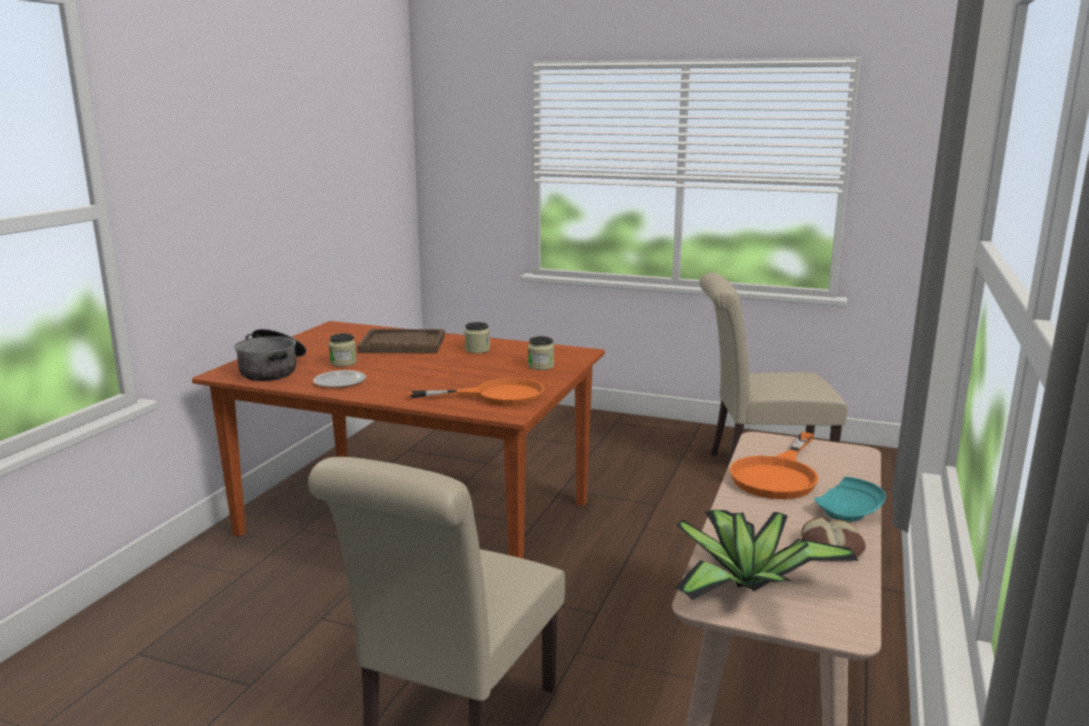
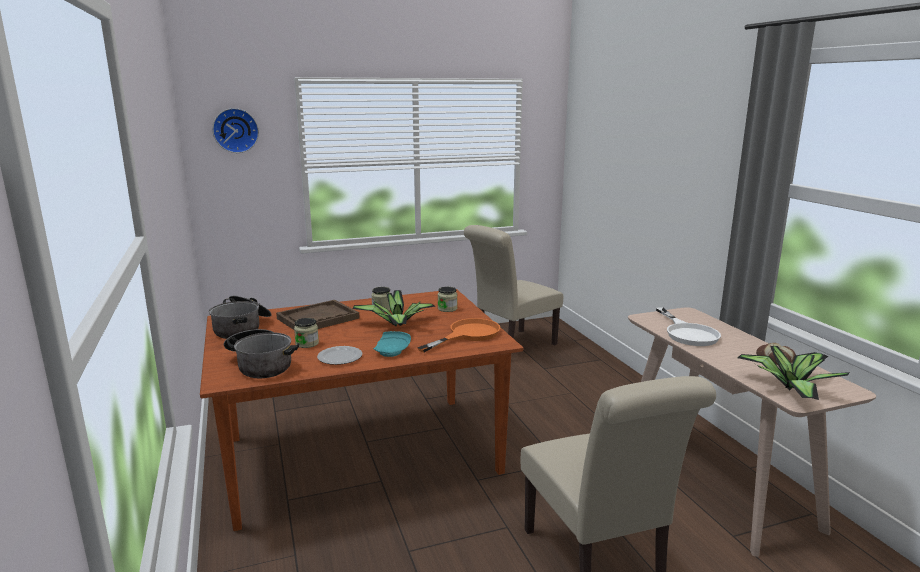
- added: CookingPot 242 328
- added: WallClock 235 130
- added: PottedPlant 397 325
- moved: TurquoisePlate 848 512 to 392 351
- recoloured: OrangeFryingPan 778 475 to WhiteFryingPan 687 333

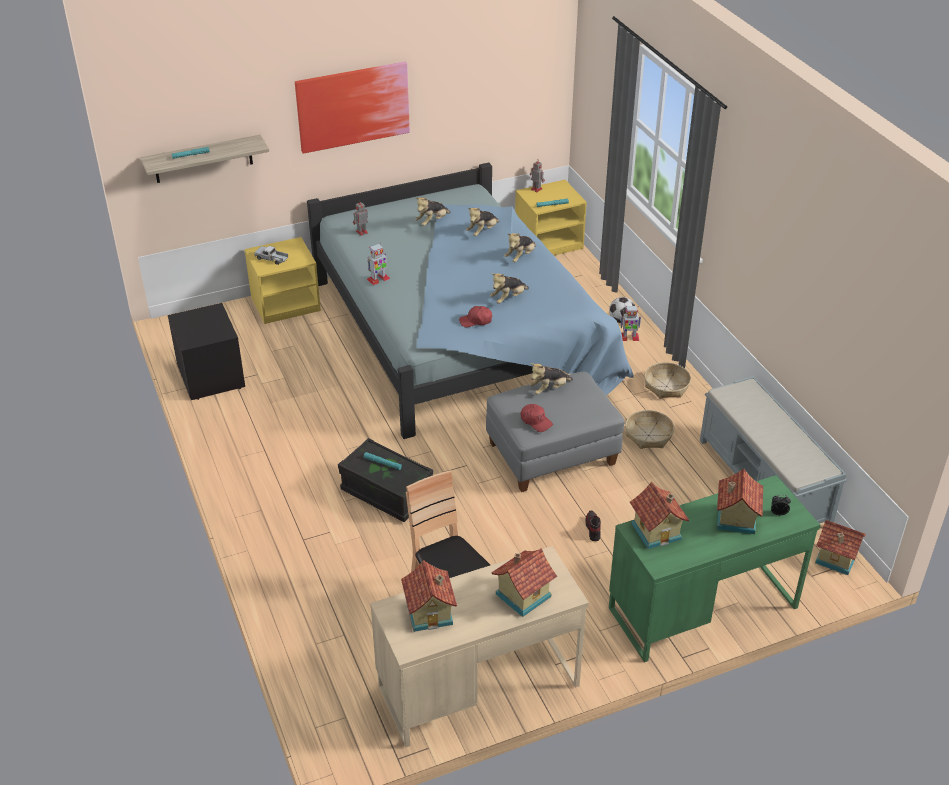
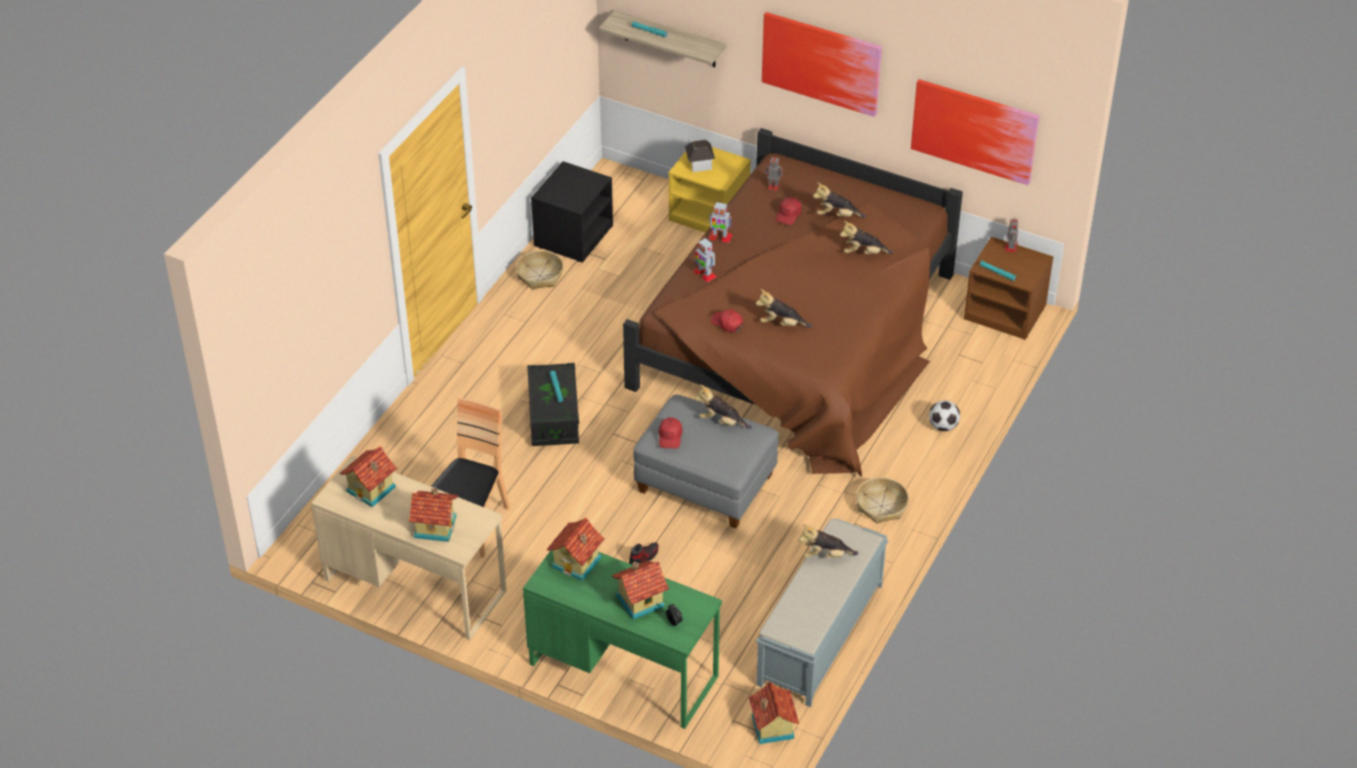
- moved: Basket 648 435 to 540 276
- recoloured: BlueBed 462 333 to BrownBed 799 339
- replaced: ToyTruck 272 259 to ToyHouse 699 164
- moved: ToyRobot 629 337 to 704 274
- added: RedCap 788 215
- moved: PlushToy 520 257 to 825 555
- added: Picture 974 130
- recoloured: YellowNightstand 549 242 to BrownNightstand 1005 312

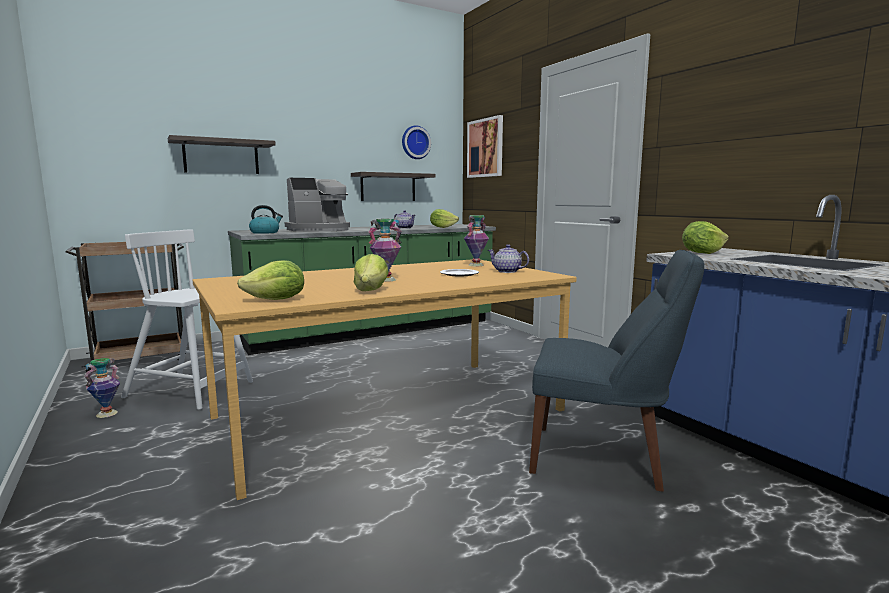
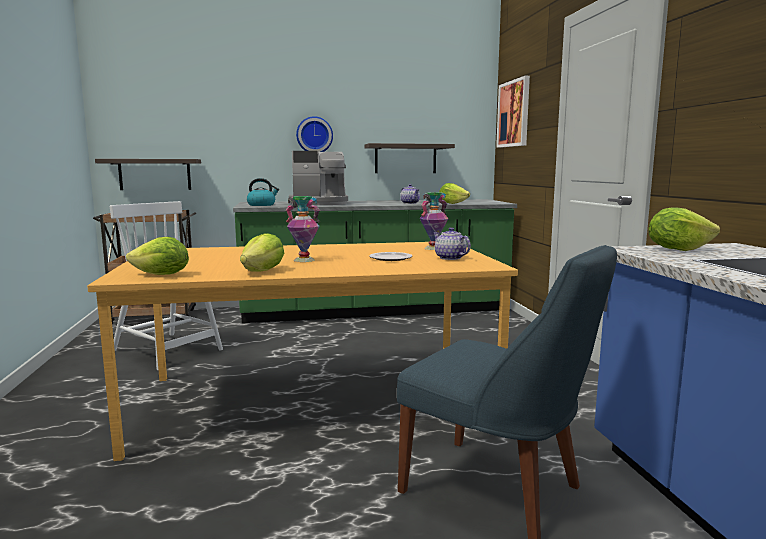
- moved: Shelf 221 157 to 155 174
- moved: WallClock 415 142 to 314 135
- removed: Vase 107 414

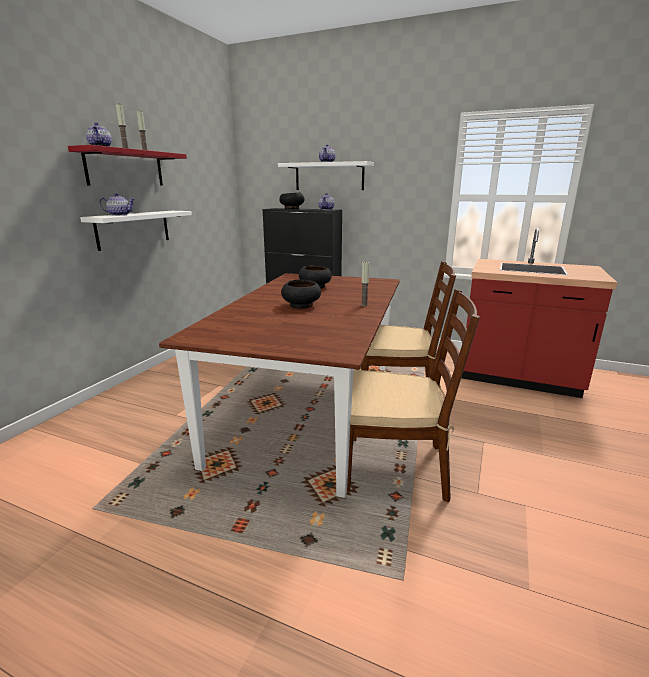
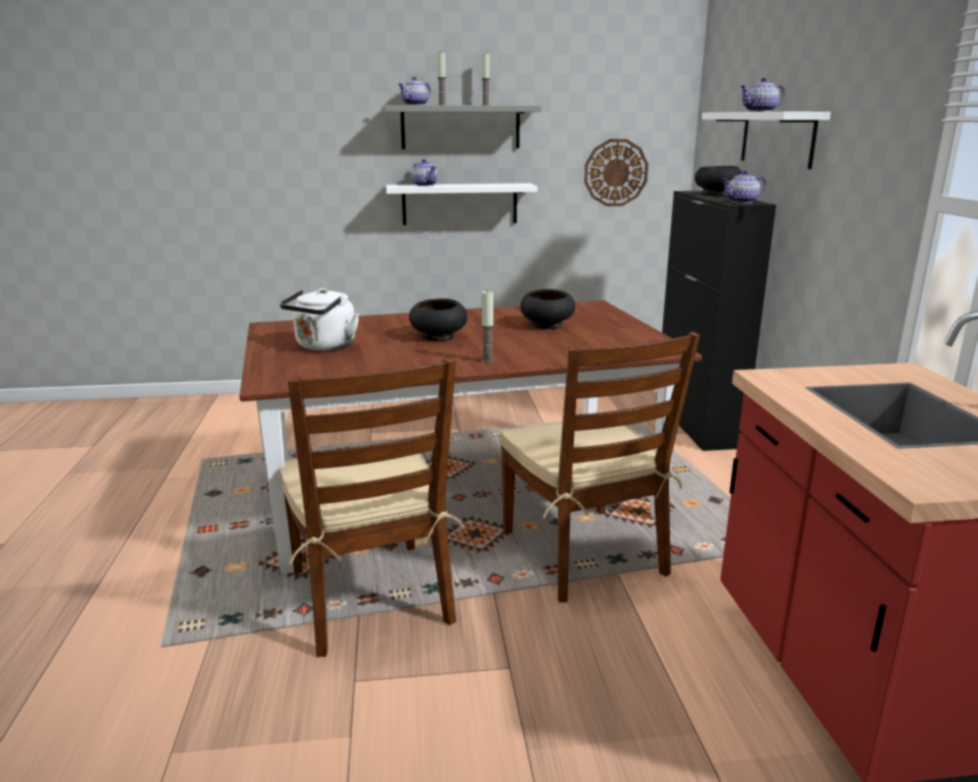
- added: WhiteKettle 324 346
- recoloured: RedShelf 125 168 to GreyShelf 460 127
- added: WallClock 615 172

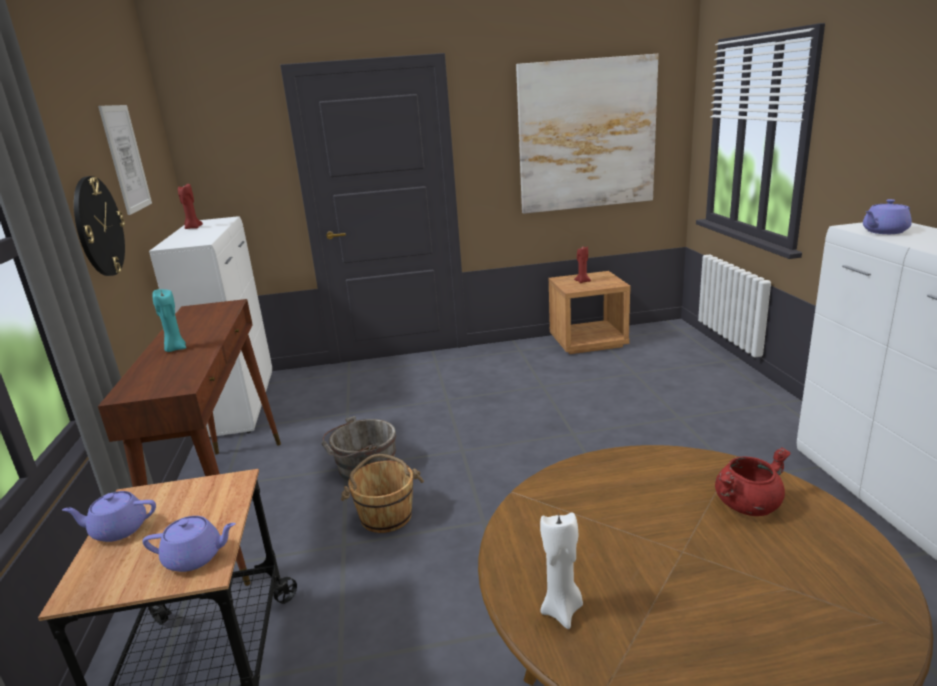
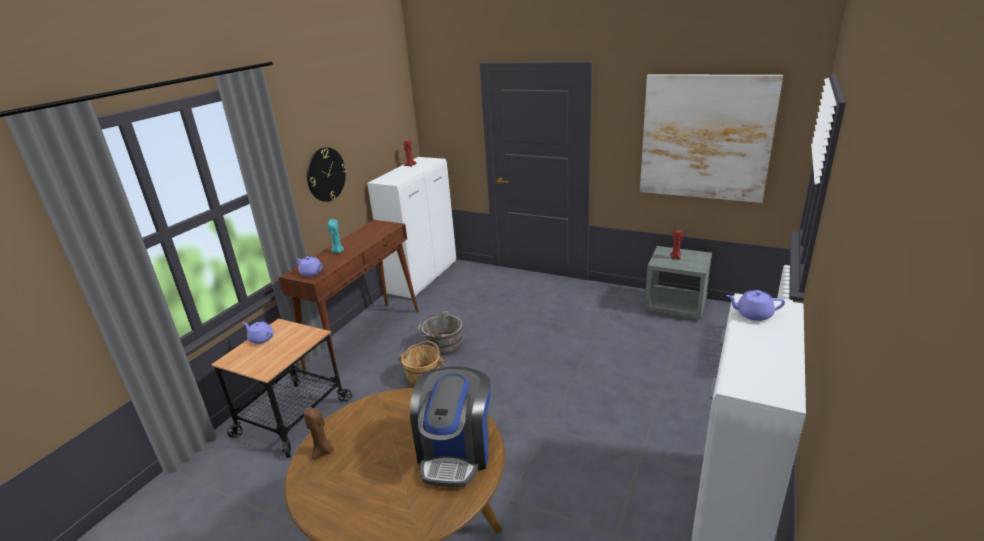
- moved: PurpleTeapot 195 557 to 312 273
- recoloured: WhiteCandle 562 610 to BrownCandle 323 452
- replaced: RedCookingPot 747 504 to CoffeeMachine 455 452
- recoloured: BrownNightstand 588 341 to GreyNightstand 675 306
- removed: Picture 126 158

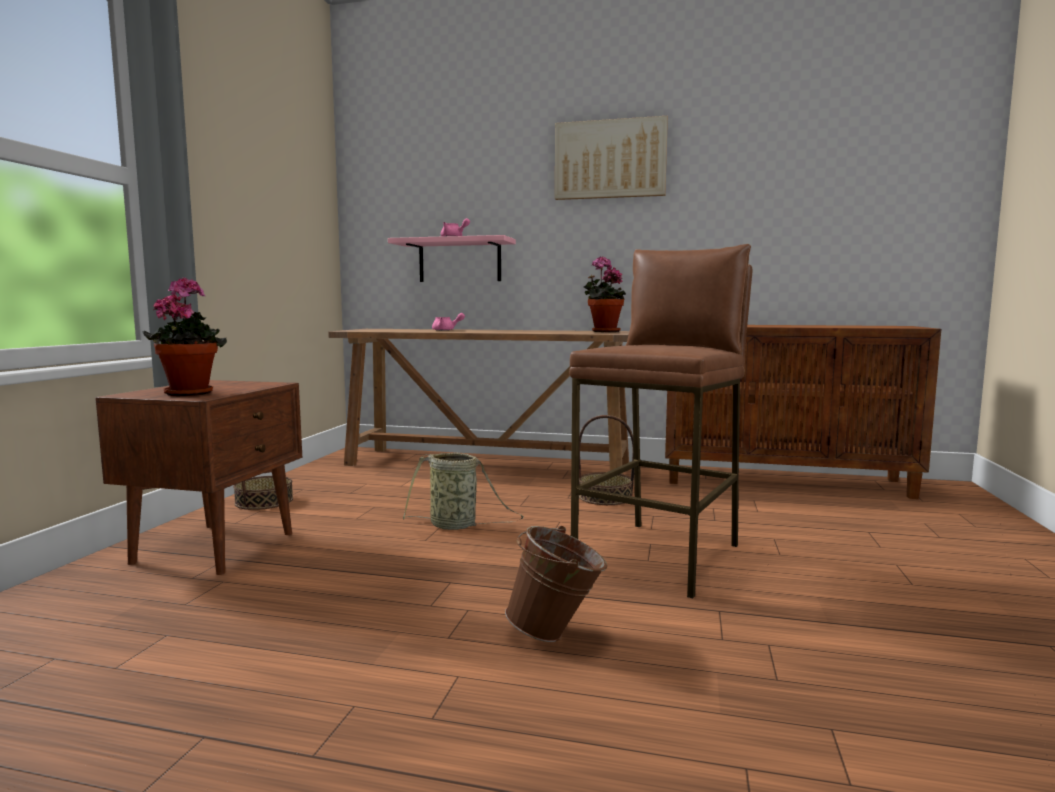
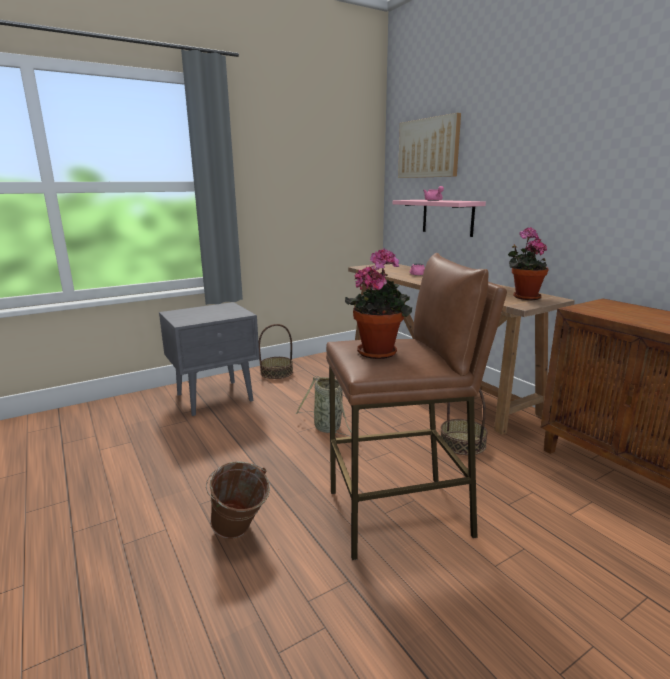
- recoloured: BrownNightstand 217 547 to GreyNightstand 216 397
- moved: PottedPlant 190 393 to 379 351
- moved: Picture 610 159 to 428 148

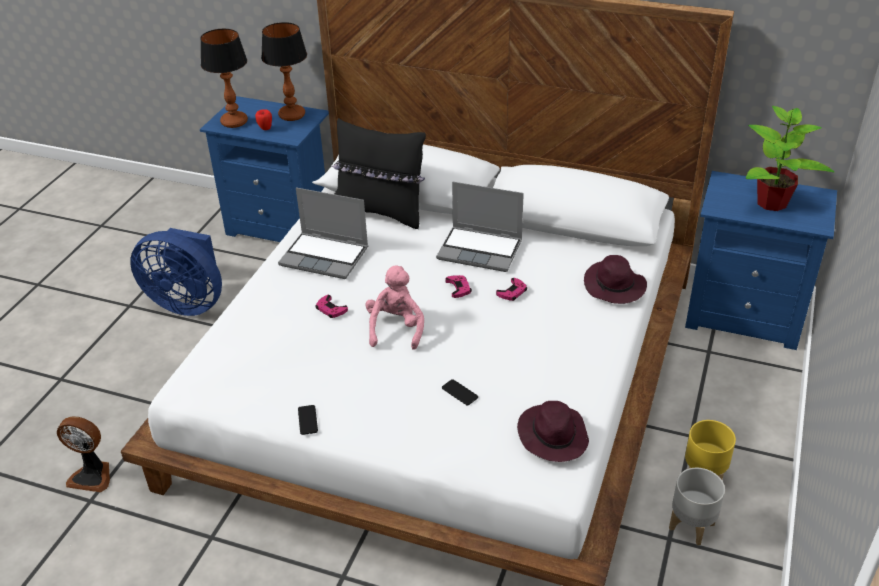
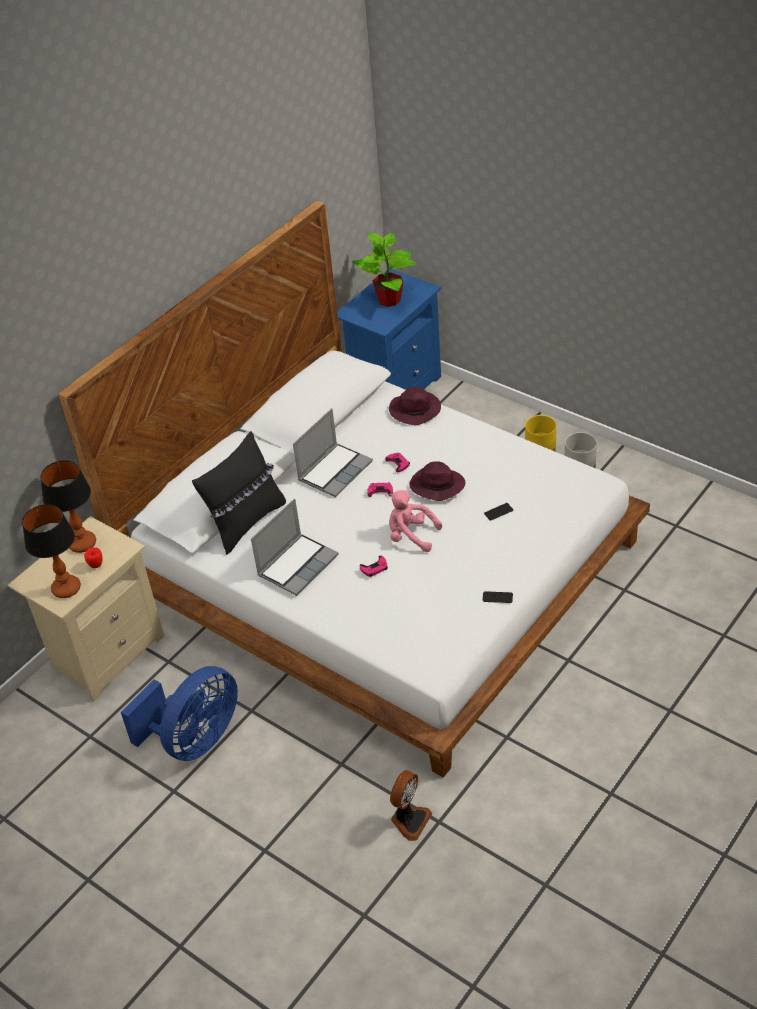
- recoloured: BlueNightstand 282 225 to BeigeNightstand 106 653
- moved: PurpleHat 552 435 to 436 486

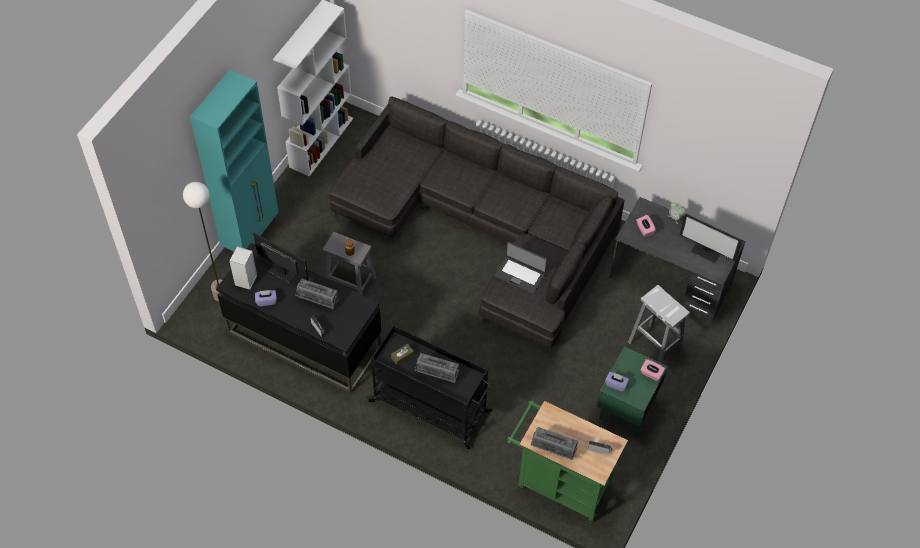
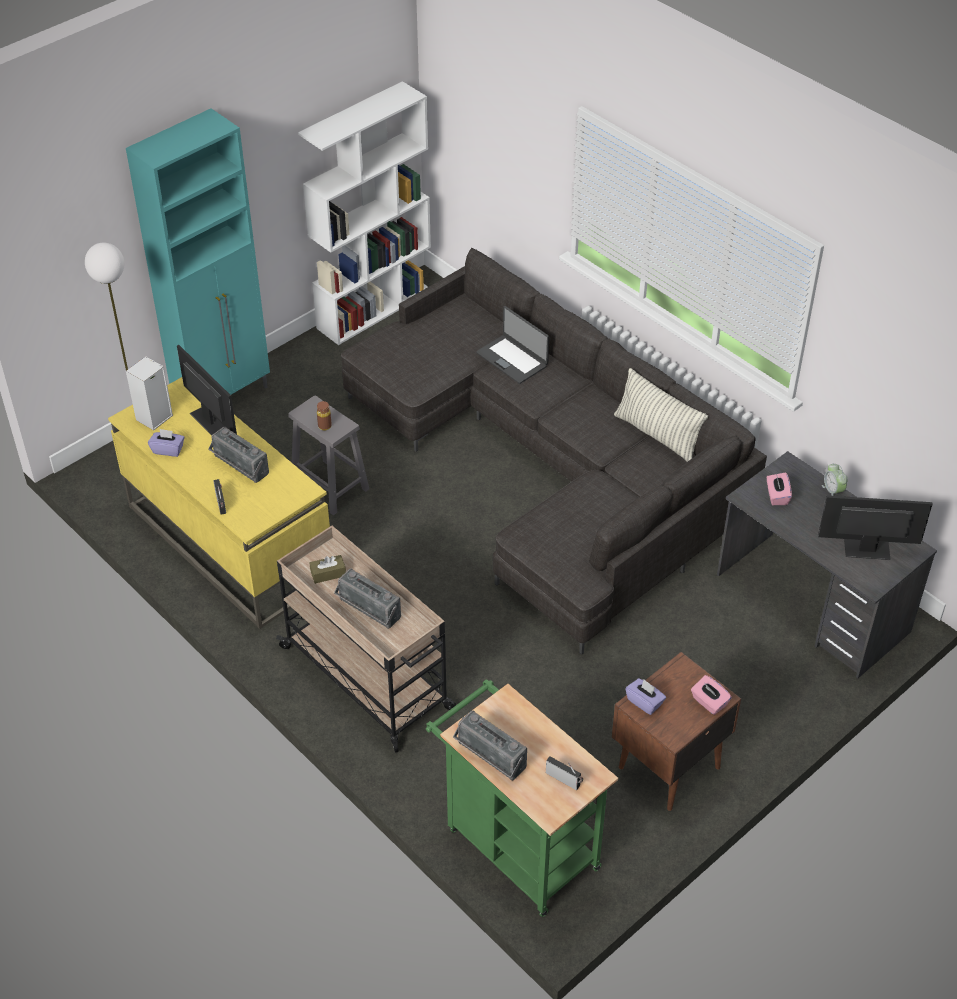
- recoloured: BlackDesk 304 340 to YellowDesk 229 542
- recoloured: BlackCart 431 407 to BeigeCart 368 679
- moved: Laptop 520 274 to 512 359
- recoloured: GreenNightstand 626 411 to BrownNightstand 667 767
- added: Pillow 657 435
- turned: Monitor 706 251 = 866 549 135 degrees clockwise
- removed: WhiteStool 653 346

